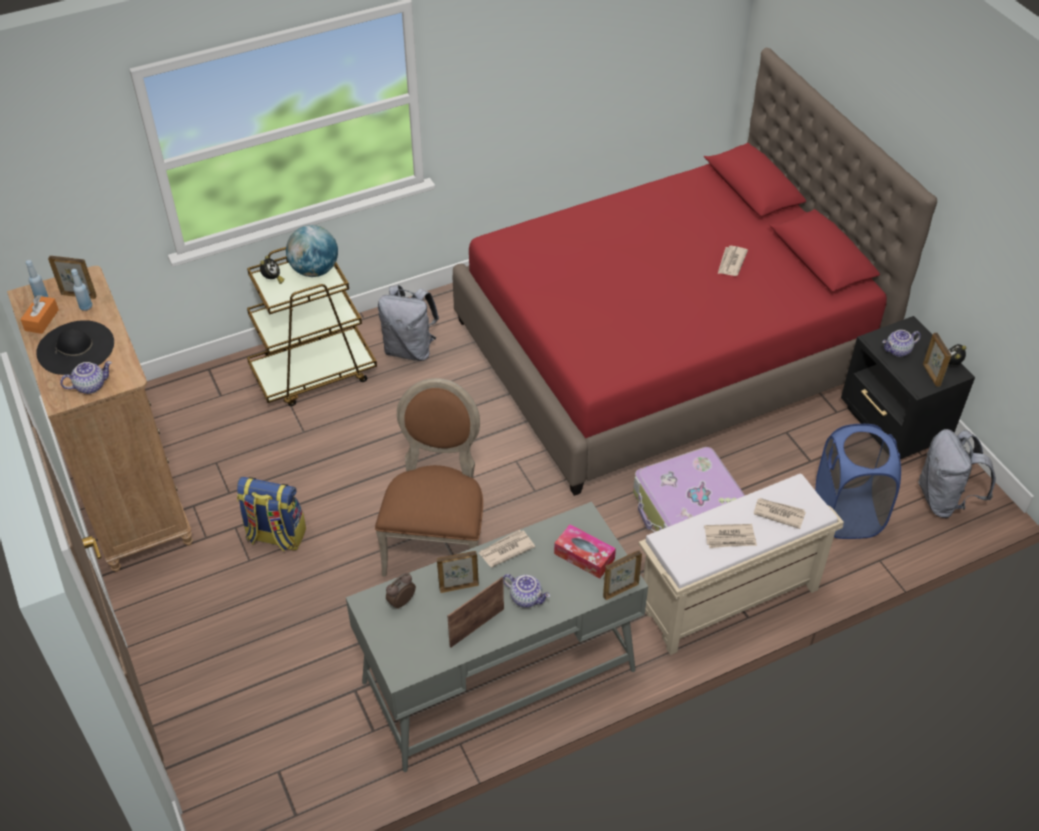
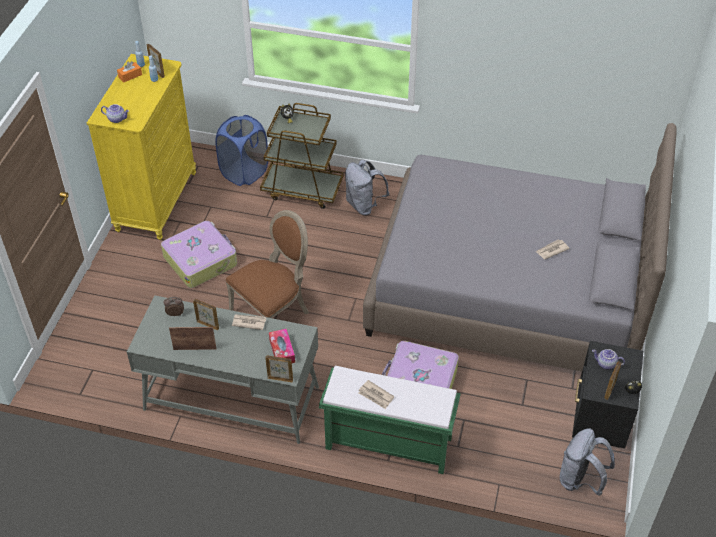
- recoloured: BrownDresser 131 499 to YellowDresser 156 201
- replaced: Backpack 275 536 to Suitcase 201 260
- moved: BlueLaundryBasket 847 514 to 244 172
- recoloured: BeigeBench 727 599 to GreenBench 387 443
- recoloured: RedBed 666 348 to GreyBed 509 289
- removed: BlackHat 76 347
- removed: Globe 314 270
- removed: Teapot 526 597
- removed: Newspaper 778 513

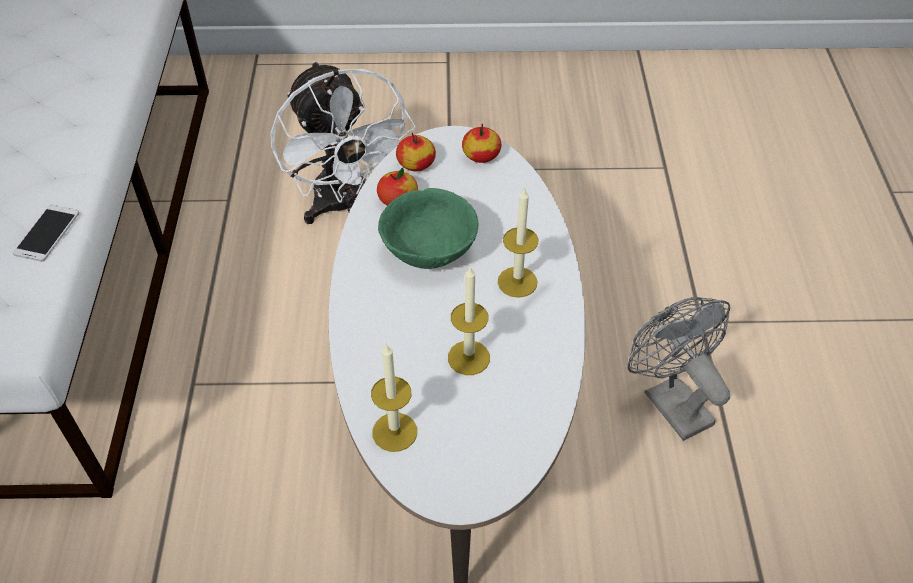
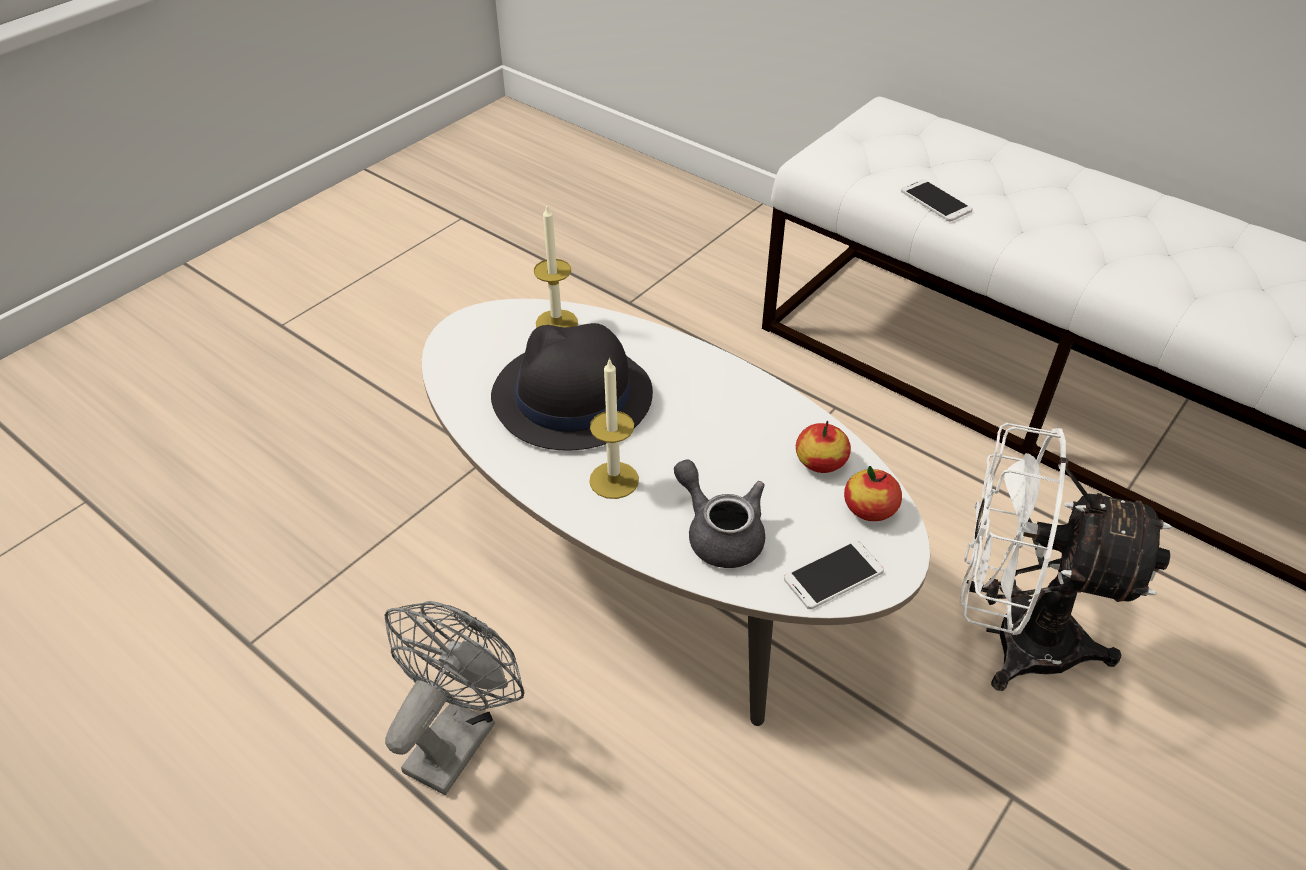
- turned: GreyFan 670 401 = 458 735 75 degrees counterclockwise
- replaced: Candle 468 357 to BlackHat 571 397
- added: GreyTeapot 719 533
- replaced: Apple 481 155 to Phone 833 575
- removed: GreenBowl 430 252

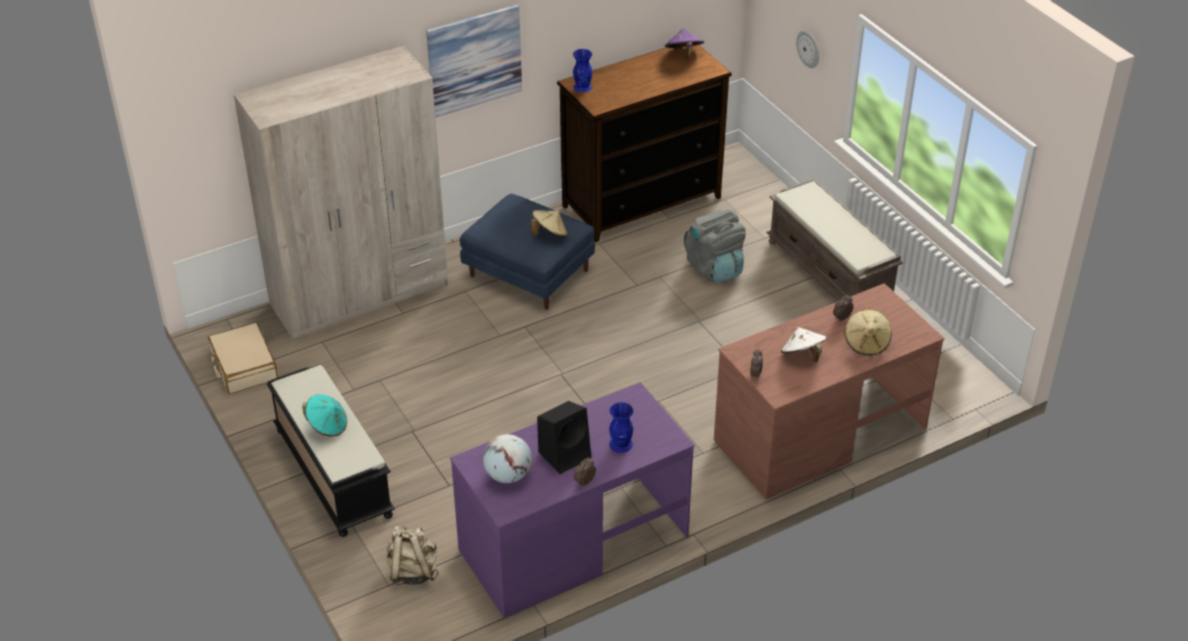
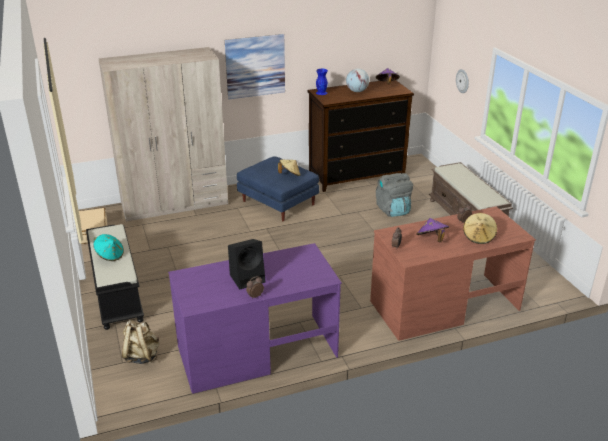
- moved: Globe 508 475 to 357 91
- recoloured: WhiteHat 802 355 to PurpleHat 431 239
- removed: BlueVase 621 444

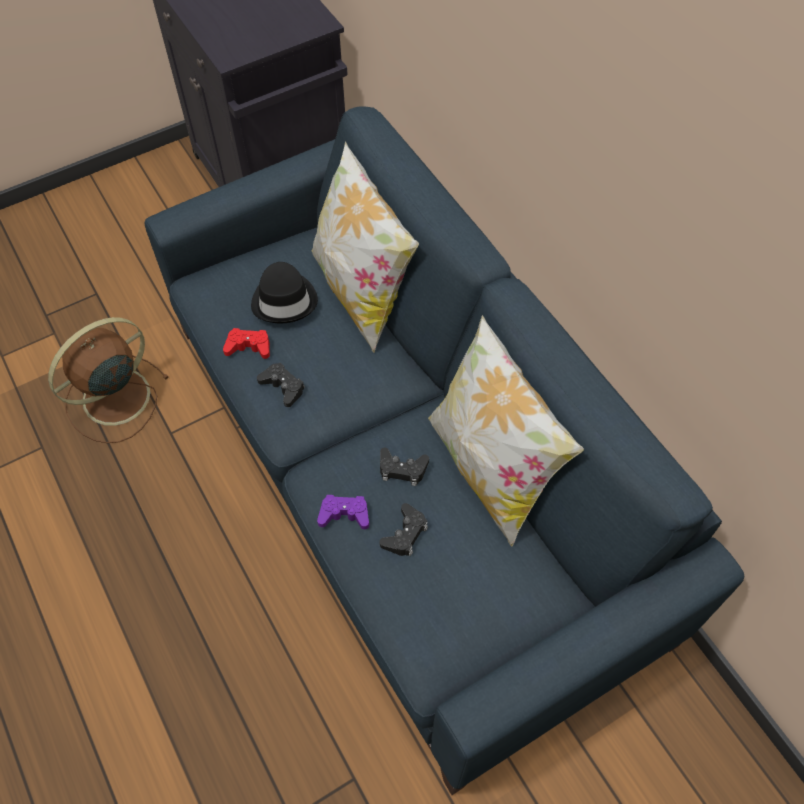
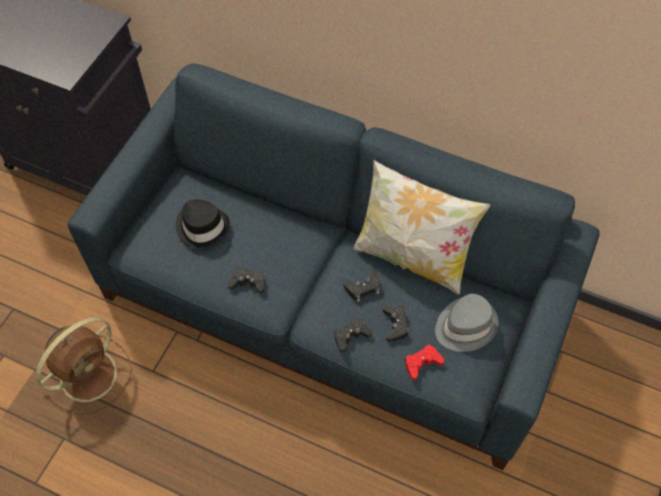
- turned: BrownFan 113 399 = 90 373 150 degrees counterclockwise
- recoloured: PurpleGameController 344 514 to BlackGameController 351 336
- moved: RedGameController 249 347 to 422 363
- added: GreyHat 465 325
- removed: Pillow 362 292

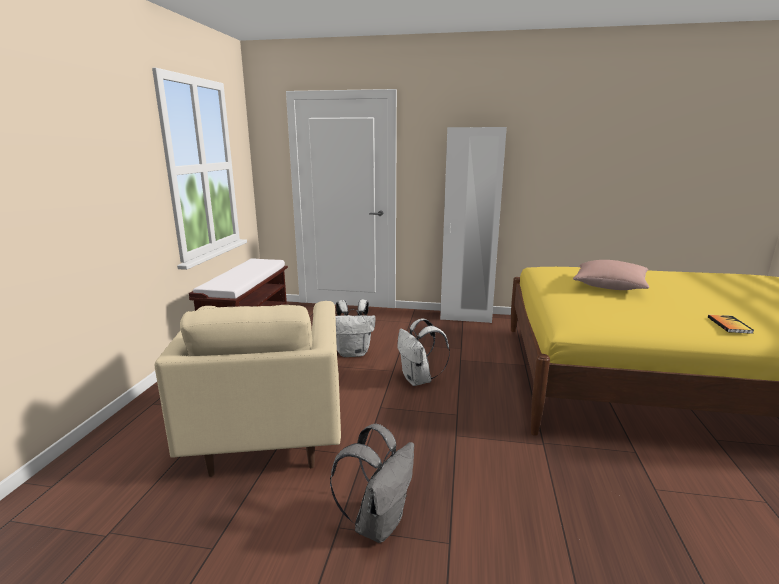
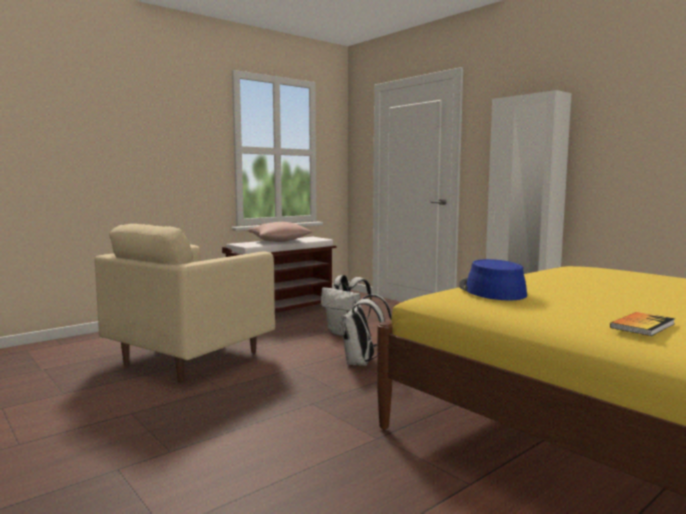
- moved: PinkPillow 609 286 to 279 241
- added: BlueHat 491 291
- removed: GreyBackpack 378 522

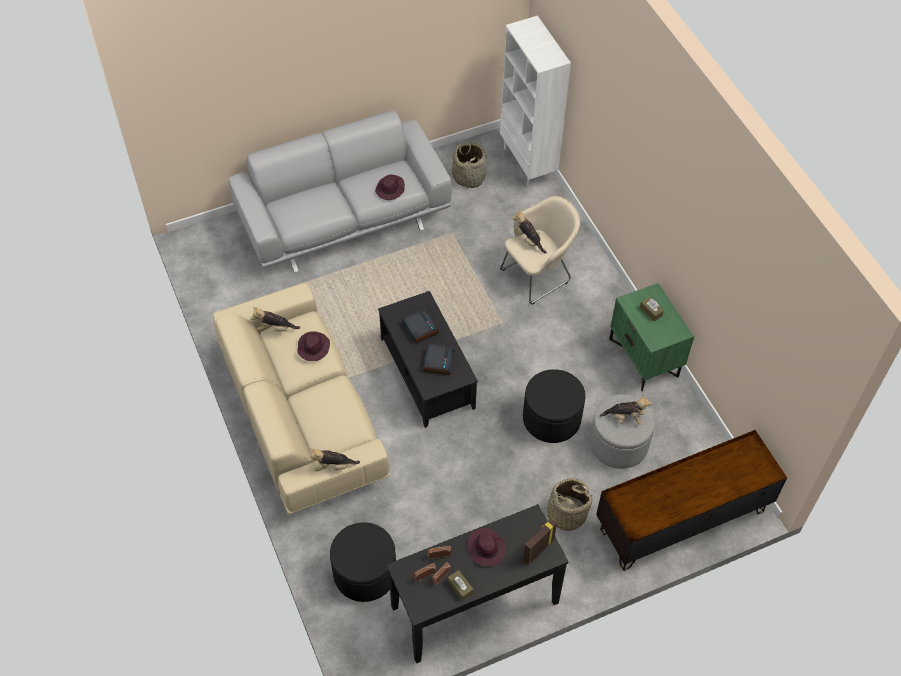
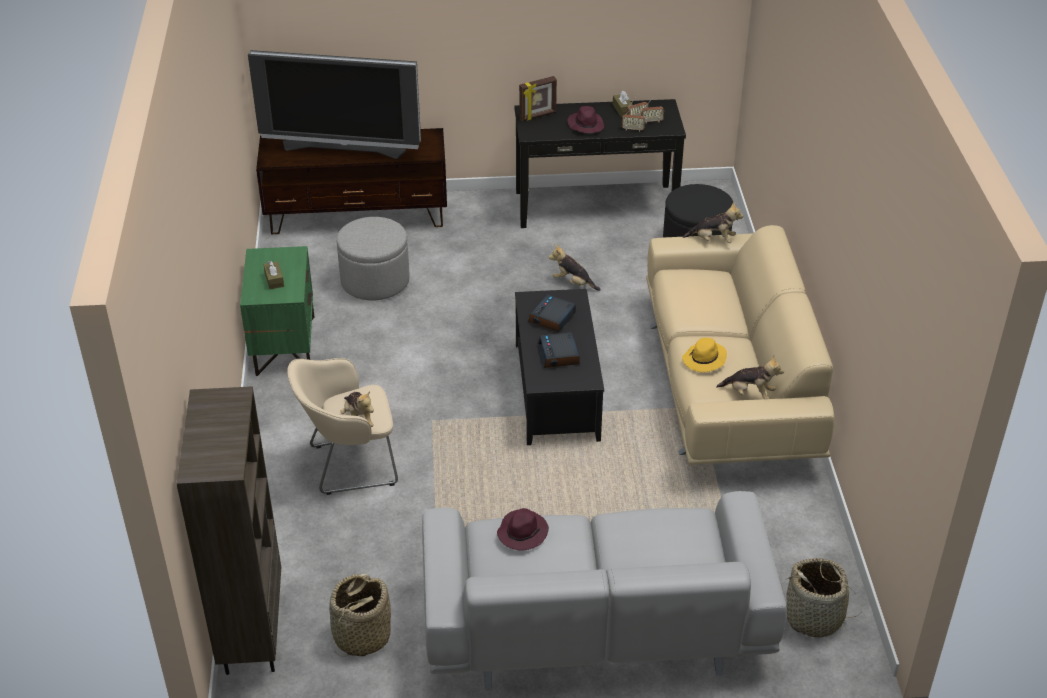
- recoloured: WhiteBookcase 528 163 to BrownBookcase 251 633
- added: Television 343 149
- moved: PlushToy 625 418 to 573 283
- recoloured: PurpleHat 313 347 to YellowHat 704 360
- moved: Basket 566 514 to 814 618
- removed: BlackOttoman 551 418

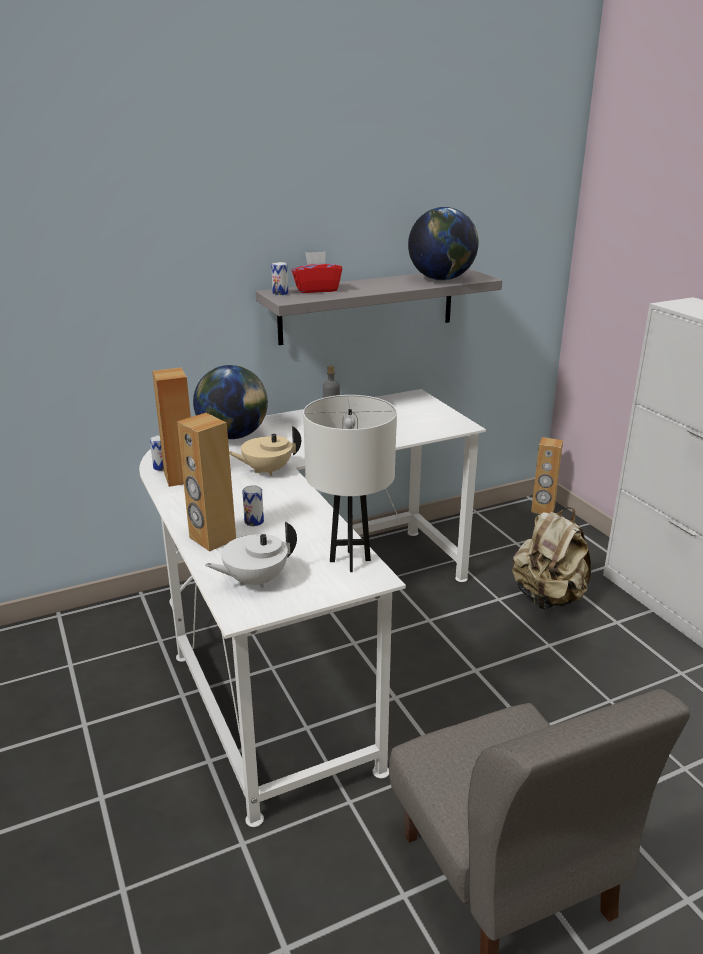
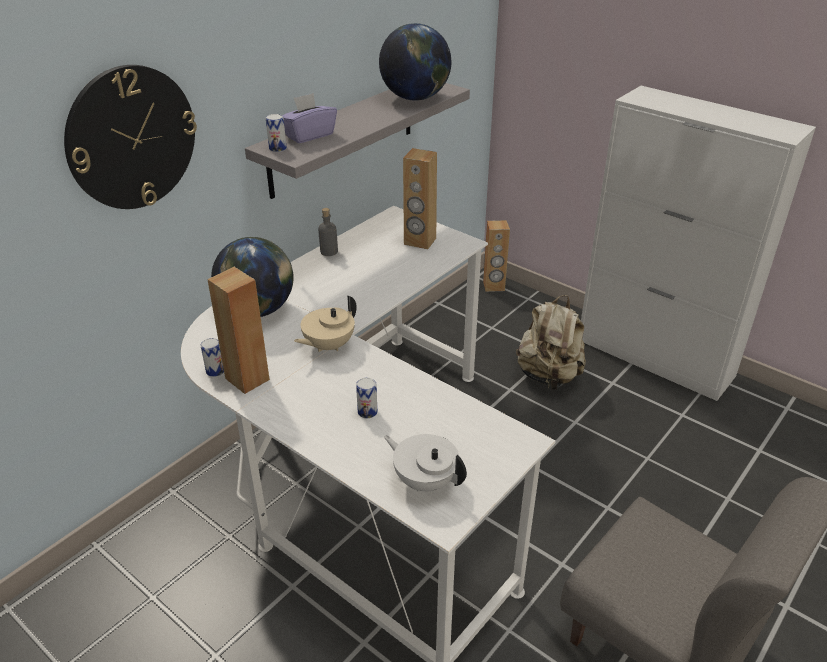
- added: WallClock 131 138
- recoloured: RedTissueBox 316 290 to PurpleTissueBox 309 135
- turned: WhiteTeapot 255 580 = 425 480 90 degrees clockwise
- moved: BrownSpeaker 212 539 to 419 241
- removed: WhiteTableLamp 349 561

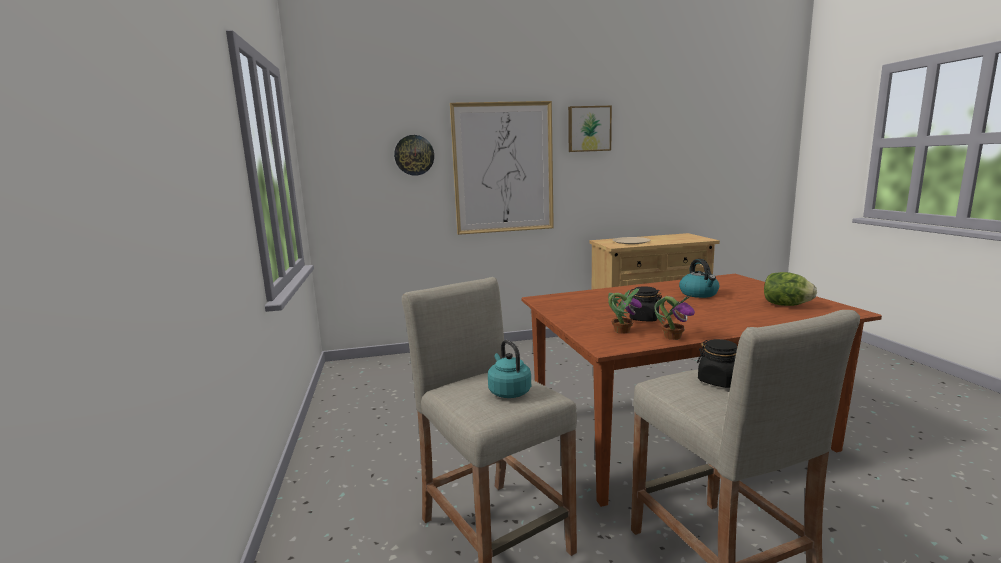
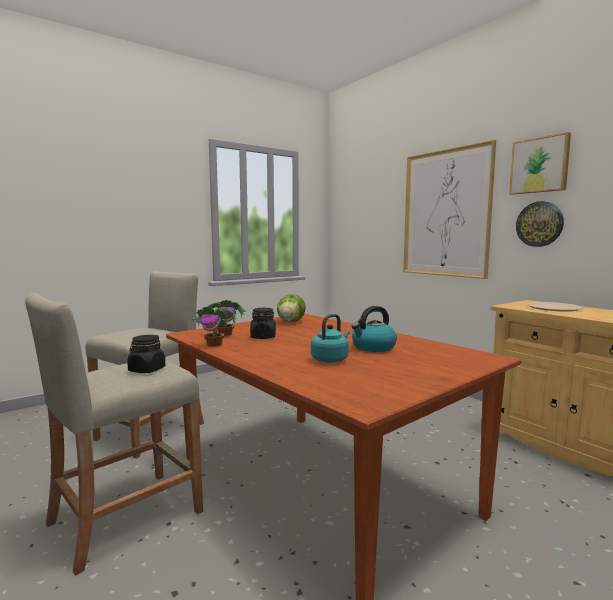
- moved: Lettuce 786 305 to 291 322
- moved: TurquoiseKettle 508 391 to 331 359
- moved: WallClock 414 155 to 539 224

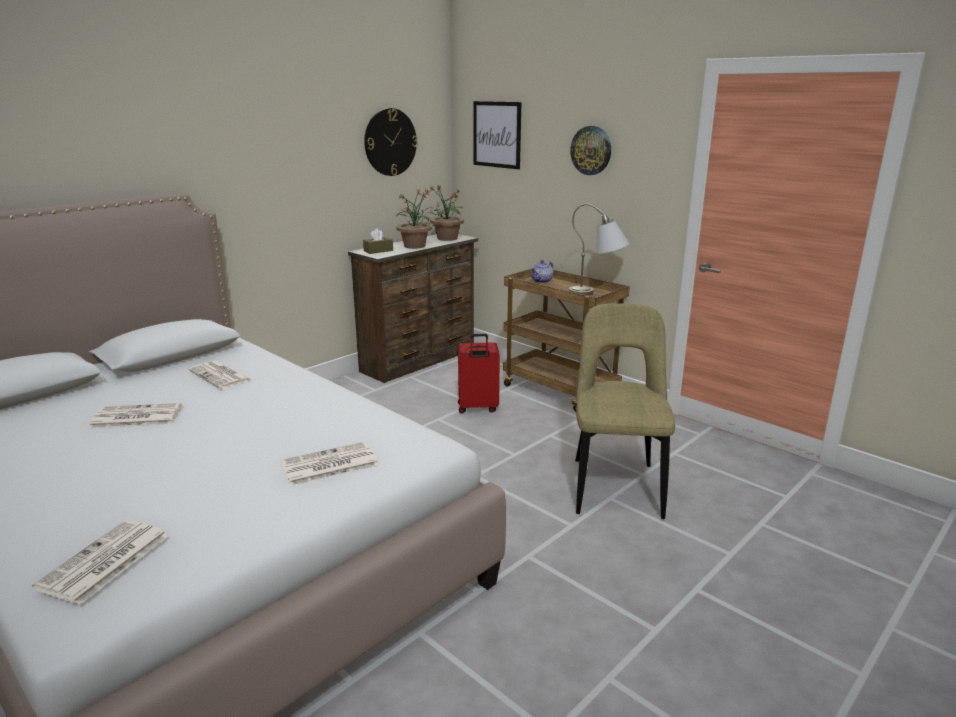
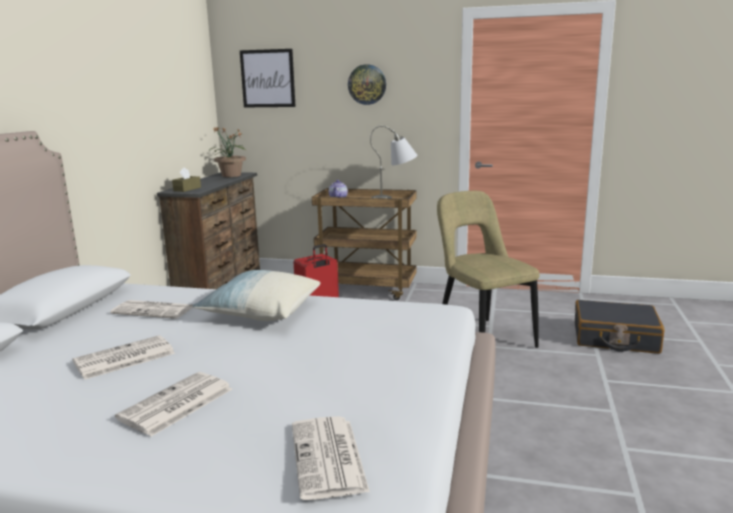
- moved: Newspaper 328 465 to 176 404
- added: Pillow 261 312
- added: BlackSuitcase 615 338
- removed: WallClock 390 142
- removed: PottedPlant 415 246

